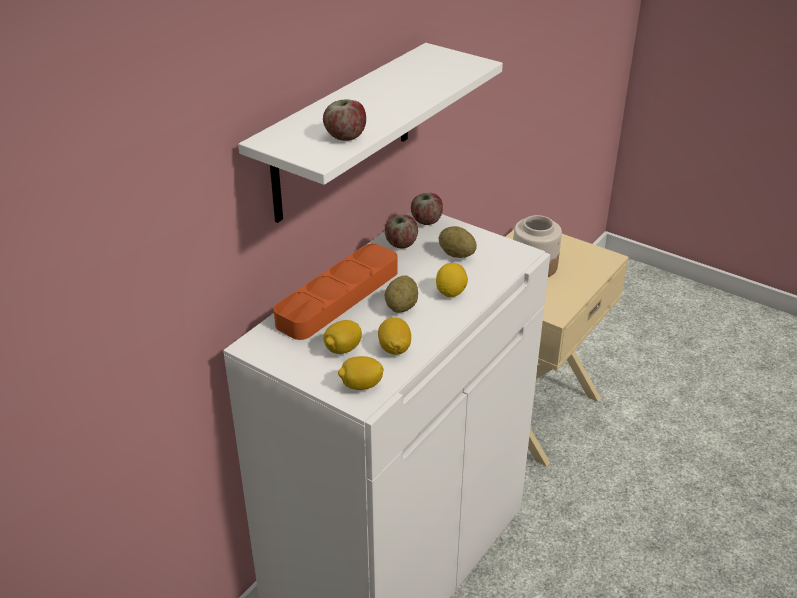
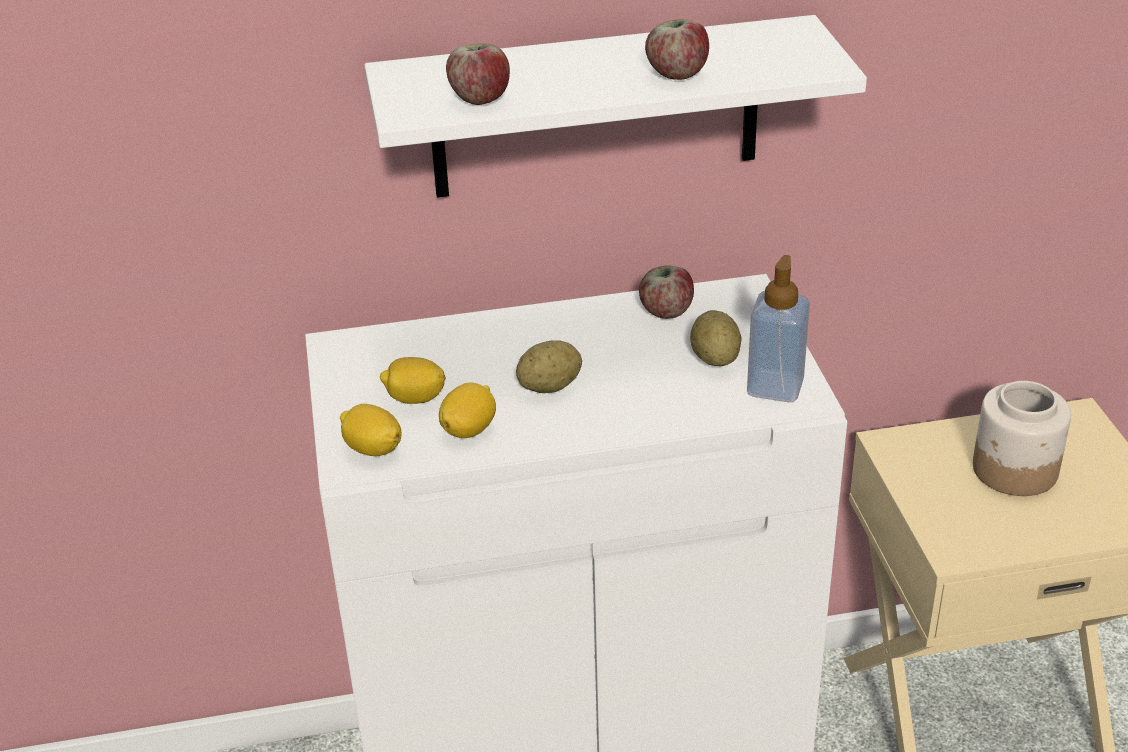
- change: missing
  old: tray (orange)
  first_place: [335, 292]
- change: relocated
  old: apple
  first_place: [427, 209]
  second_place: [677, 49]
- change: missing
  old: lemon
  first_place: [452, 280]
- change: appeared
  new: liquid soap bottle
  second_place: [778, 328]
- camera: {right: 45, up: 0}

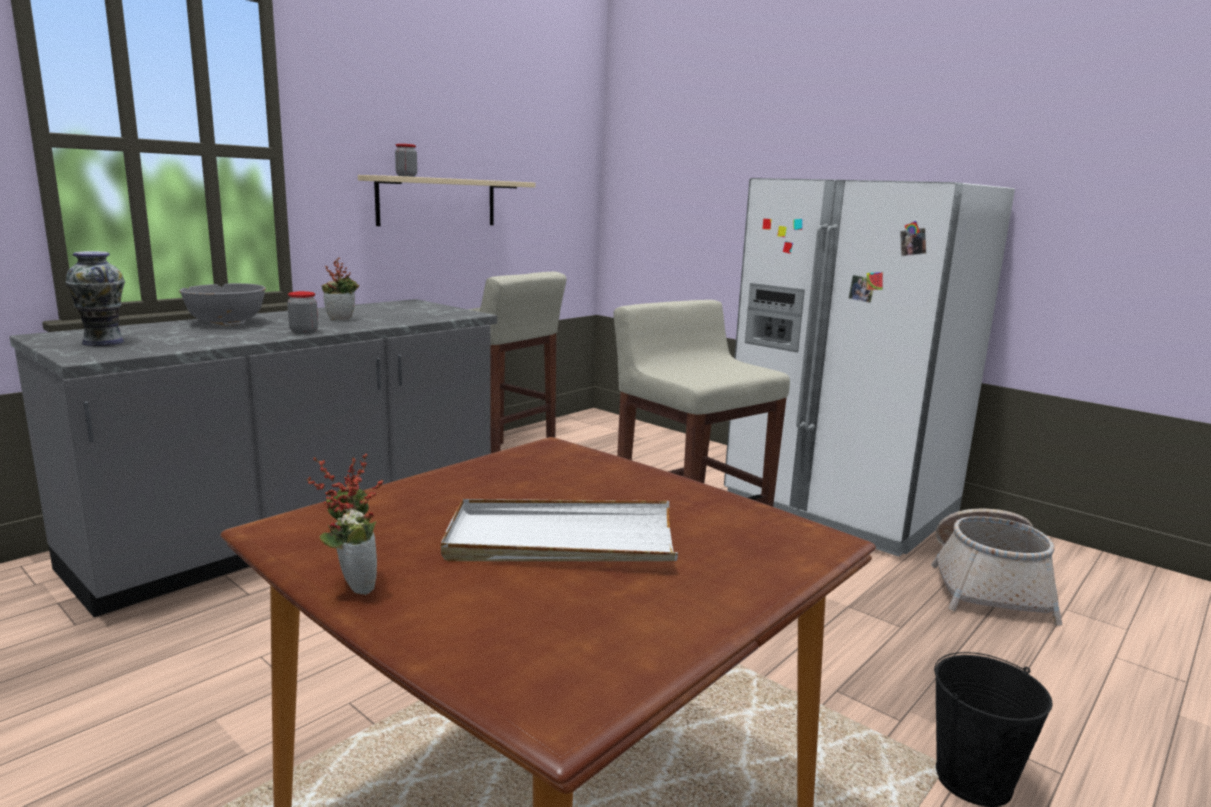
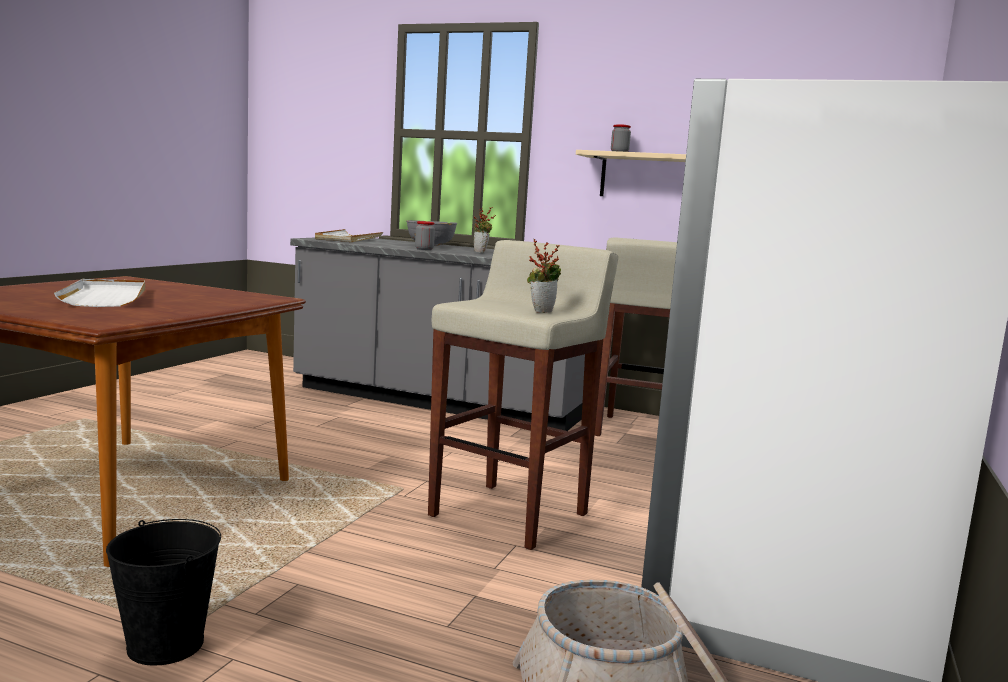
- change: exchanged
  old: vase
  new: tray (white)
  first_place: [95, 298]
  second_place: [349, 235]
- change: relocated
  old: plant in a pot
  first_place: [345, 524]
  second_place: [544, 276]
- camera: {right: 70, up: -5}

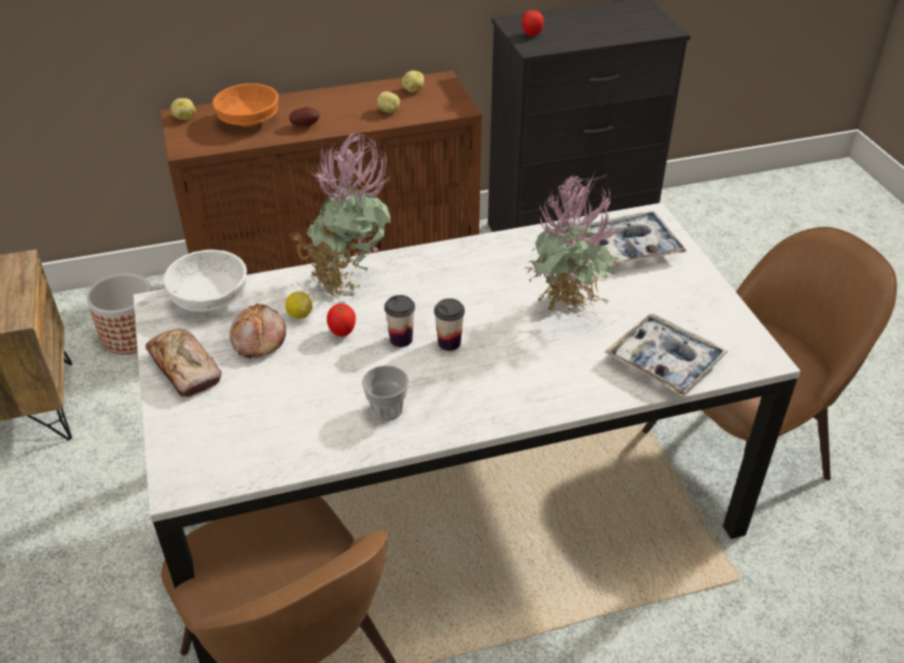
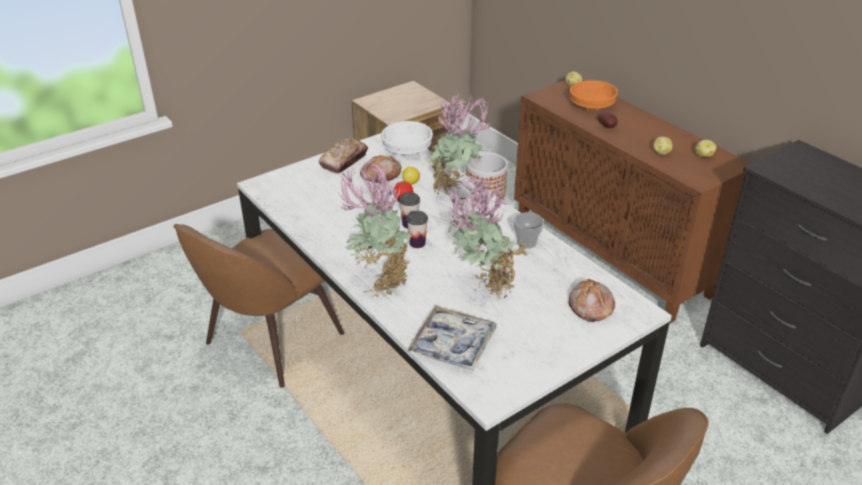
- change: relocated
  old: small cup
  first_place: [385, 393]
  second_place: [528, 230]
- change: missing
  old: tomato
  first_place: [533, 23]
- change: exchanged
  old: tray
  new: bakery bread
  first_place: [638, 238]
  second_place: [592, 300]
- change: appeared
  new: plant in a pot
  second_place: [375, 229]
- camera: {right: 70, up: -5}

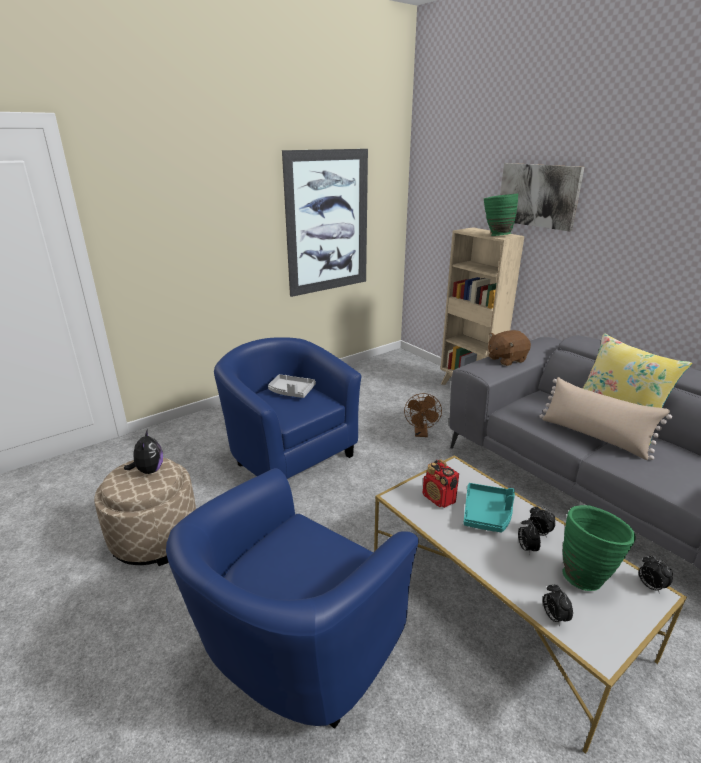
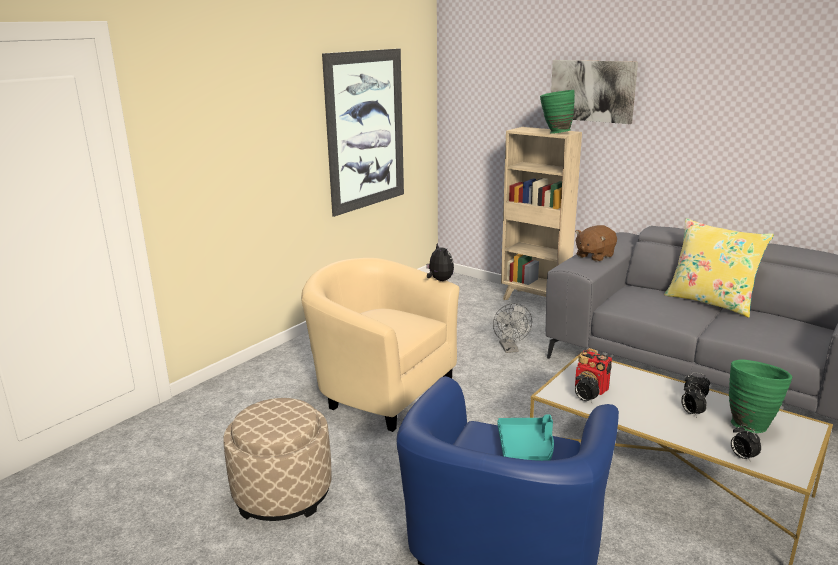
- change: relocated
  old: soft toy
  first_place: [143, 452]
  second_place: [440, 262]
- change: colour
  old: lounge chair (bluish)
  new: lounge chair (beige-coloured)
  first_place: [287, 408]
  second_place: [380, 345]
- change: missing
  old: tray (greyish)
  first_place: [292, 386]
- change: colour
  old: fan (brown-coloured)
  new: fan (greyish)
  first_place: [423, 415]
  second_place: [512, 328]
- change: relocated
  old: tray (blue-green)
  first_place: [489, 508]
  second_place: [526, 437]
- change: missing
  old: cushion (beige-coloured)
  first_place: [605, 418]
- change: relocated
  old: alarm clock
  first_place: [656, 574]
  second_place: [587, 387]
- camera: {right: -15, up: -5}

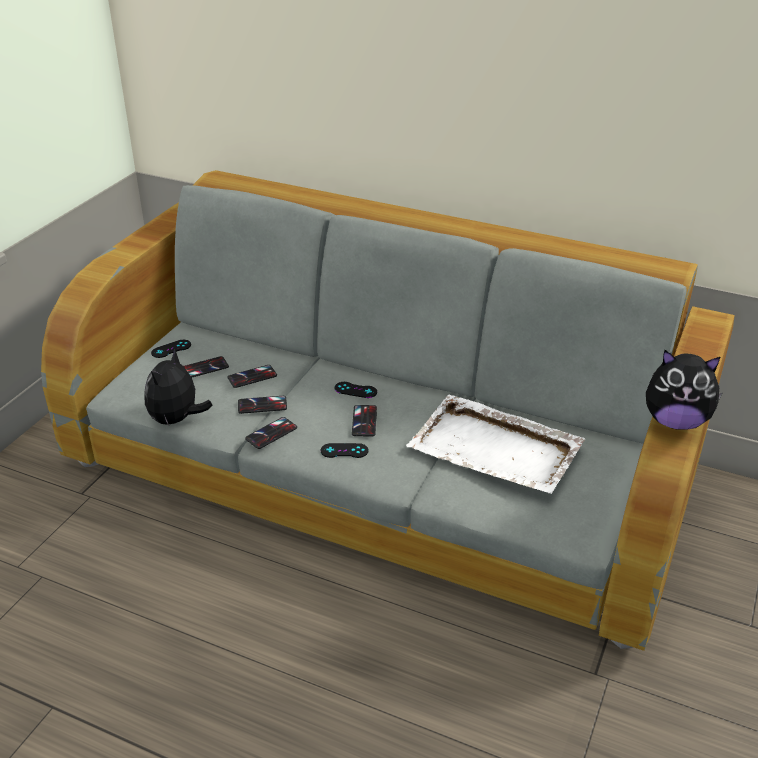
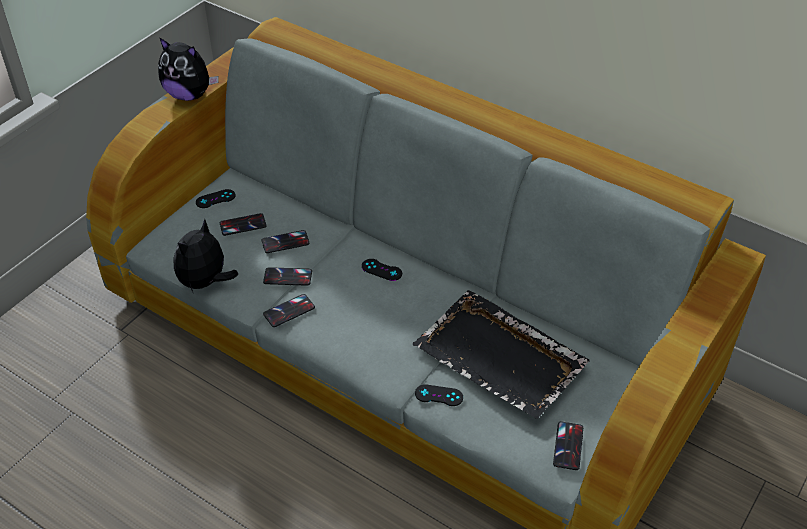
- change: relocated
  old: gamepad (black-coloured)
  first_place: [345, 450]
  second_place: [439, 395]
- change: relocated
  old: telephone
  first_place: [364, 421]
  second_place: [568, 445]
- change: colour
  old: tray (white)
  new: tray (black-coloured)
  first_place: [495, 444]
  second_place: [501, 354]
- change: relocated
  old: soft toy
  first_place: [684, 390]
  second_place: [188, 69]
- camera: {right: 10, up: 10}

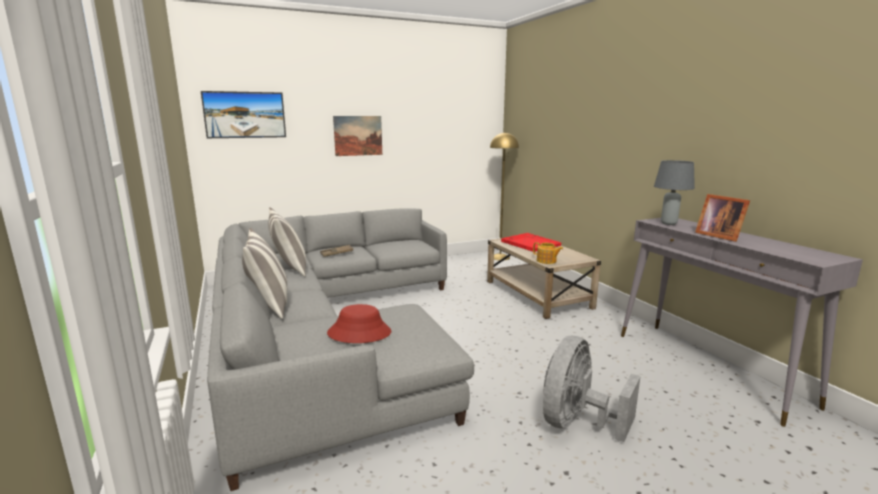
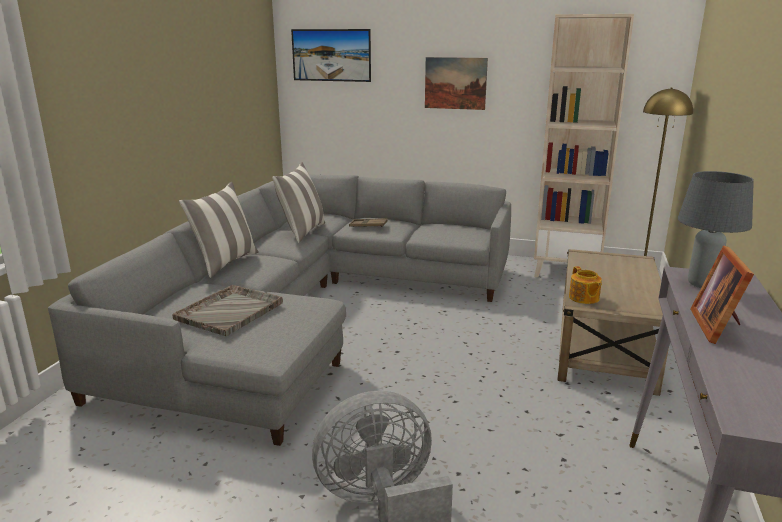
- change: exchanged
  old: clothing hat (red)
  new: tray (greyish)
  first_place: [359, 323]
  second_place: [228, 310]
- change: missing
  old: tray (red)
  first_place: [531, 242]
- change: appeared
  new: shelving unit (beige-coloured)
  second_place: [584, 145]
- camera: {right: 40, up: 5}

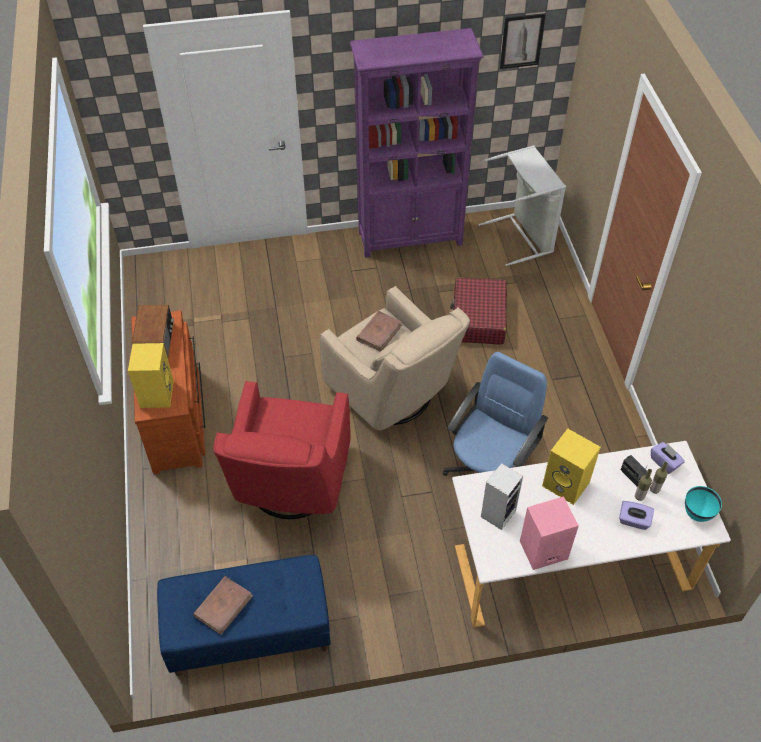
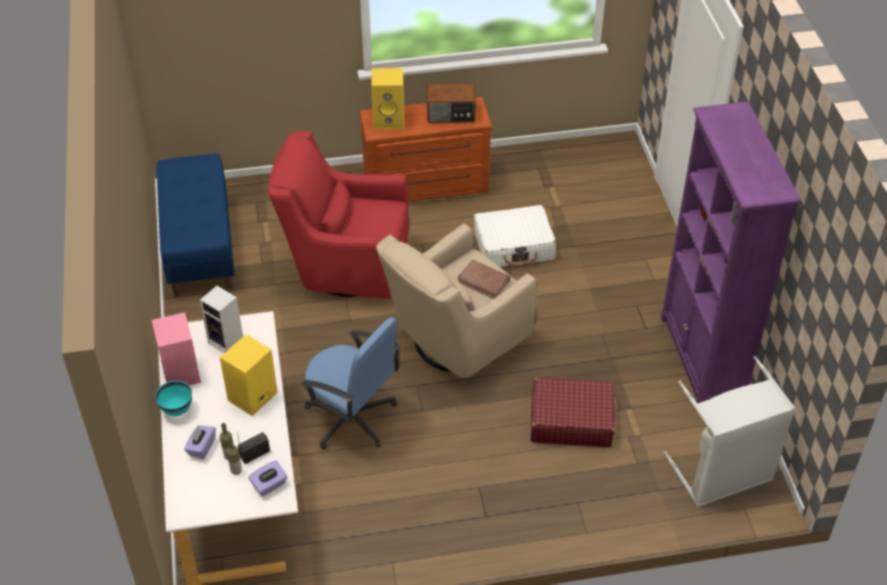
- change: missing
  old: volume (brown-coloured)
  first_place: [223, 605]
- change: missing
  old: picture
  first_place: [523, 41]
- change: relocated
  old: deep dish (blue-green)
  first_place: [703, 504]
  second_place: [173, 398]
- change: appeared
  new: suitcase (white)
  second_place: [515, 236]
- camera: {right: 90, up: -5}

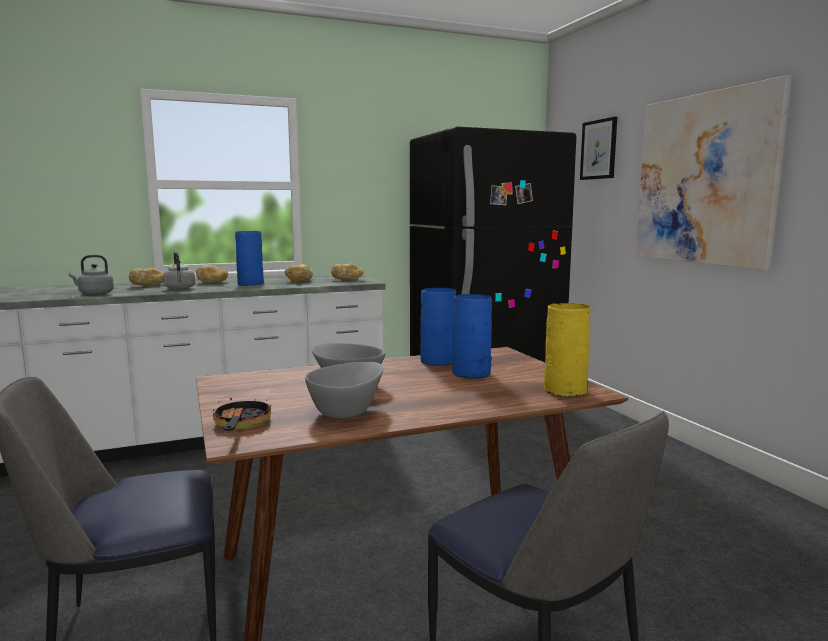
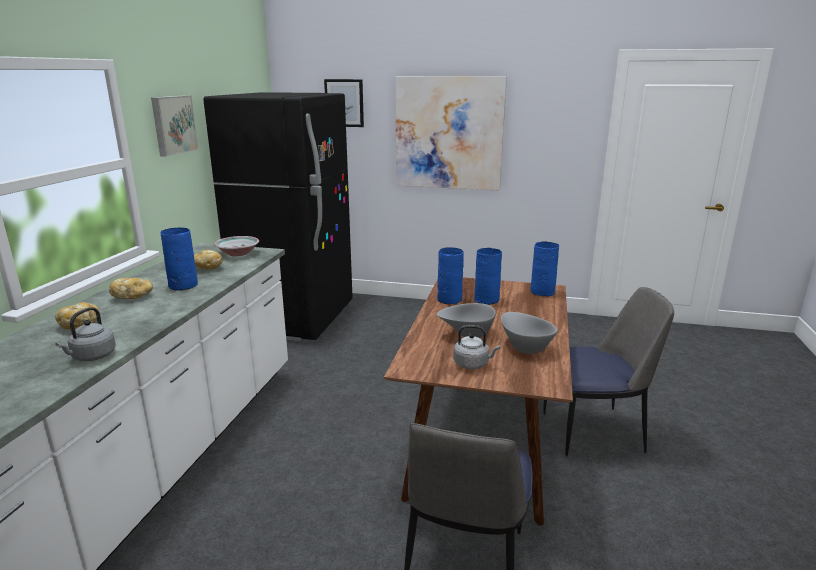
- change: relocated
  old: kettle (greyish)
  first_place: [179, 271]
  second_place: [476, 347]
- change: missing
  old: skillet
  first_place: [242, 414]
- change: exchanged
  old: bakery bread
  new: deep dish
  first_place: [347, 272]
  second_place: [236, 246]
- change: colour
  old: vase (yellowish)
  new: vase (bluish)
  first_place: [567, 350]
  second_place: [545, 269]
- change: appeared
  new: picture
  second_place: [174, 126]
- camera: {right: -55, up: 10}

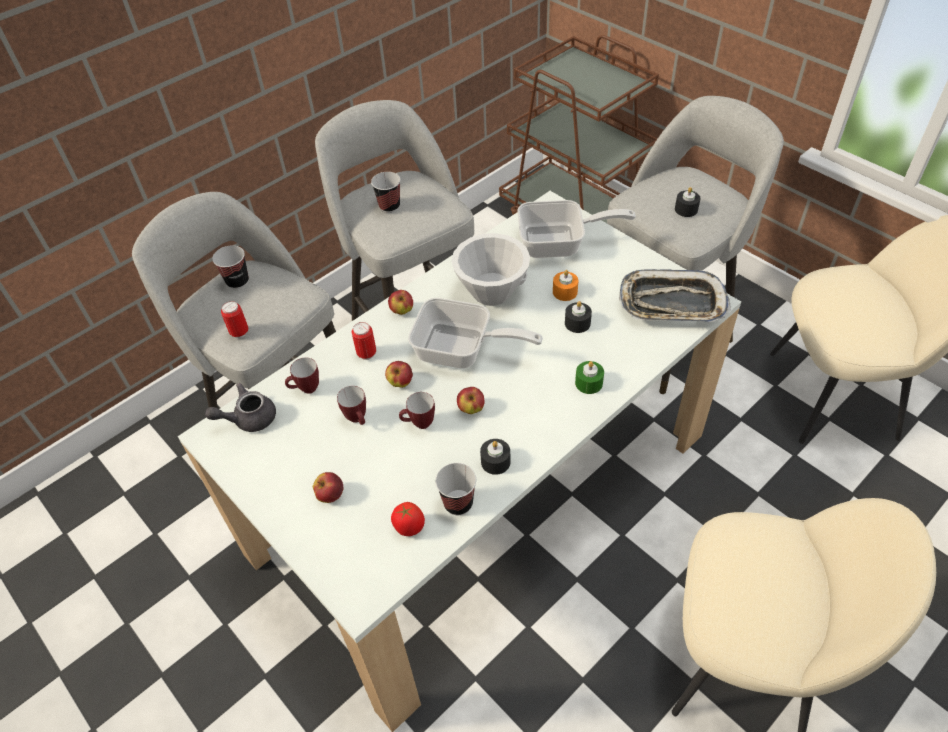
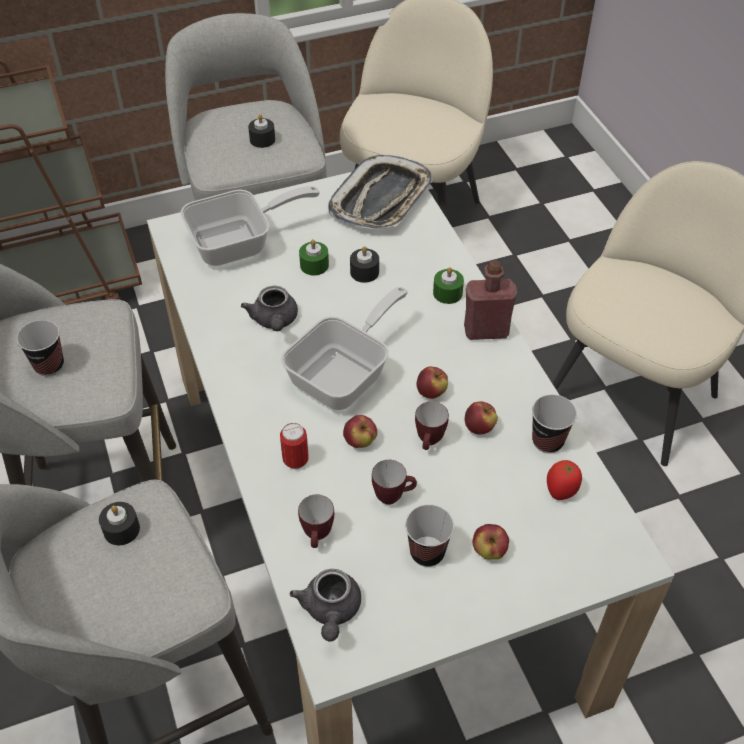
- change: relocated
  old: small cup
  first_place: [230, 267]
  second_place: [429, 535]
- change: missing
  old: can
  first_place: [234, 319]
- change: relocated
  old: apple
  first_place: [400, 302]
  second_place: [481, 417]
- change: exchanged
  old: deep dish (white)
  new: teapot (greyish)
  first_place: [490, 269]
  second_place: [269, 308]
- change: relocated
  old: wax light (black-coloured)
  first_place: [495, 457]
  second_place: [119, 523]
- change: spun
  old: skillet
  first_place: [576, 229]
  second_place: [250, 226]
  degrees: 45
- change: colour
  old: wax light (orange)
  new: wax light (greenish)
  first_place: [565, 285]
  second_place: [314, 257]
- change: appeared
  new: beverage bottle (red)
  second_place: [490, 300]
- camera: {right: -70, up: 0}

